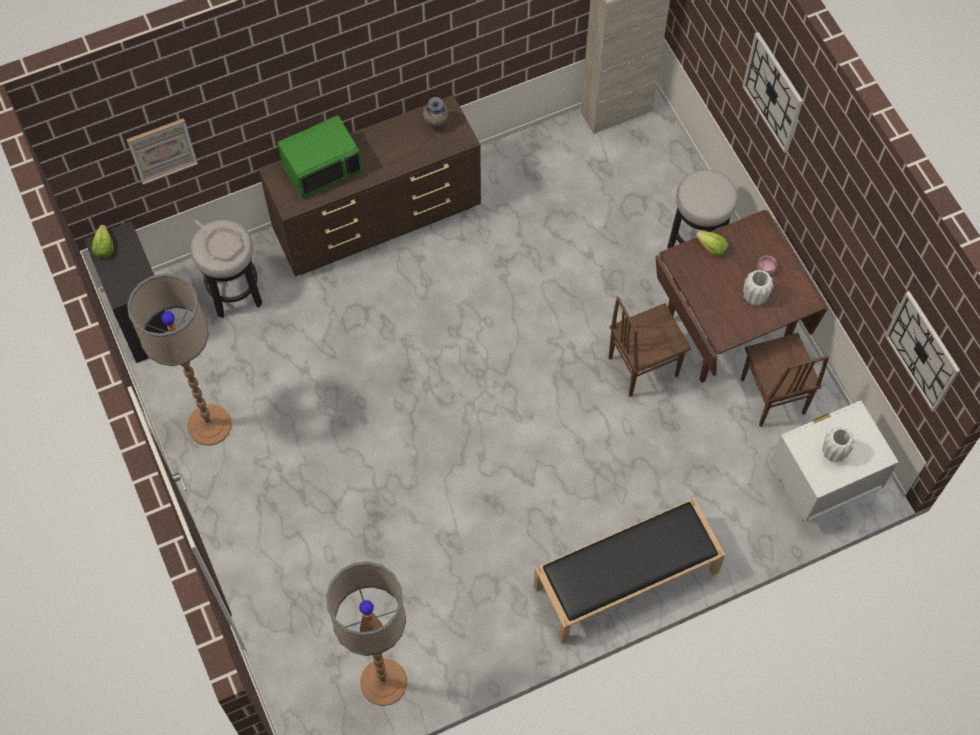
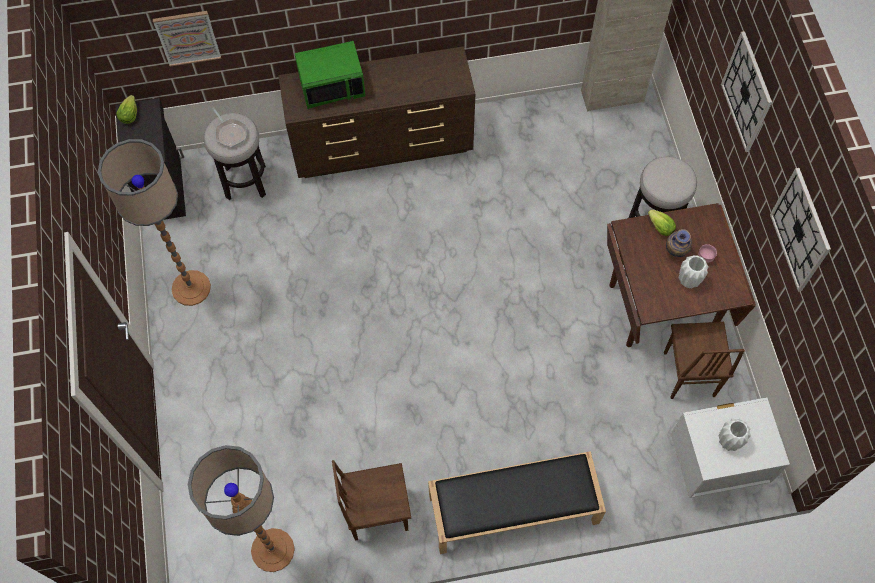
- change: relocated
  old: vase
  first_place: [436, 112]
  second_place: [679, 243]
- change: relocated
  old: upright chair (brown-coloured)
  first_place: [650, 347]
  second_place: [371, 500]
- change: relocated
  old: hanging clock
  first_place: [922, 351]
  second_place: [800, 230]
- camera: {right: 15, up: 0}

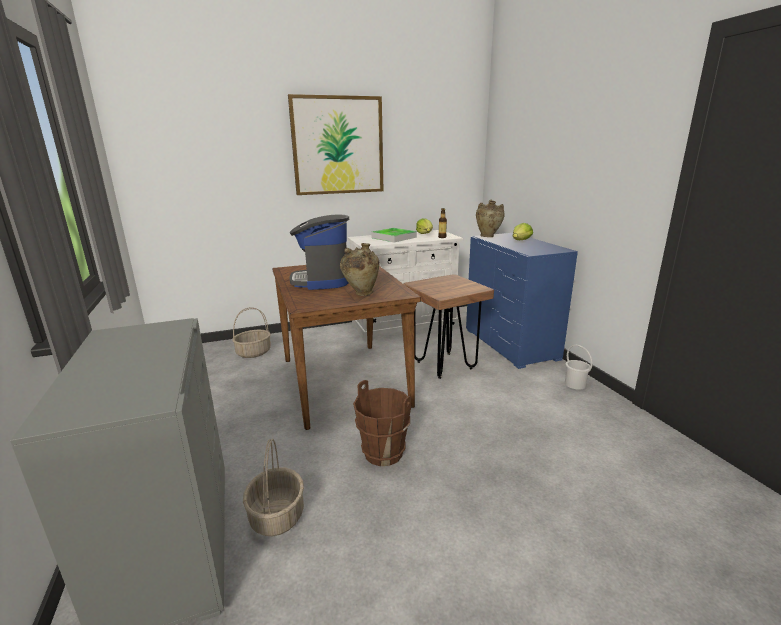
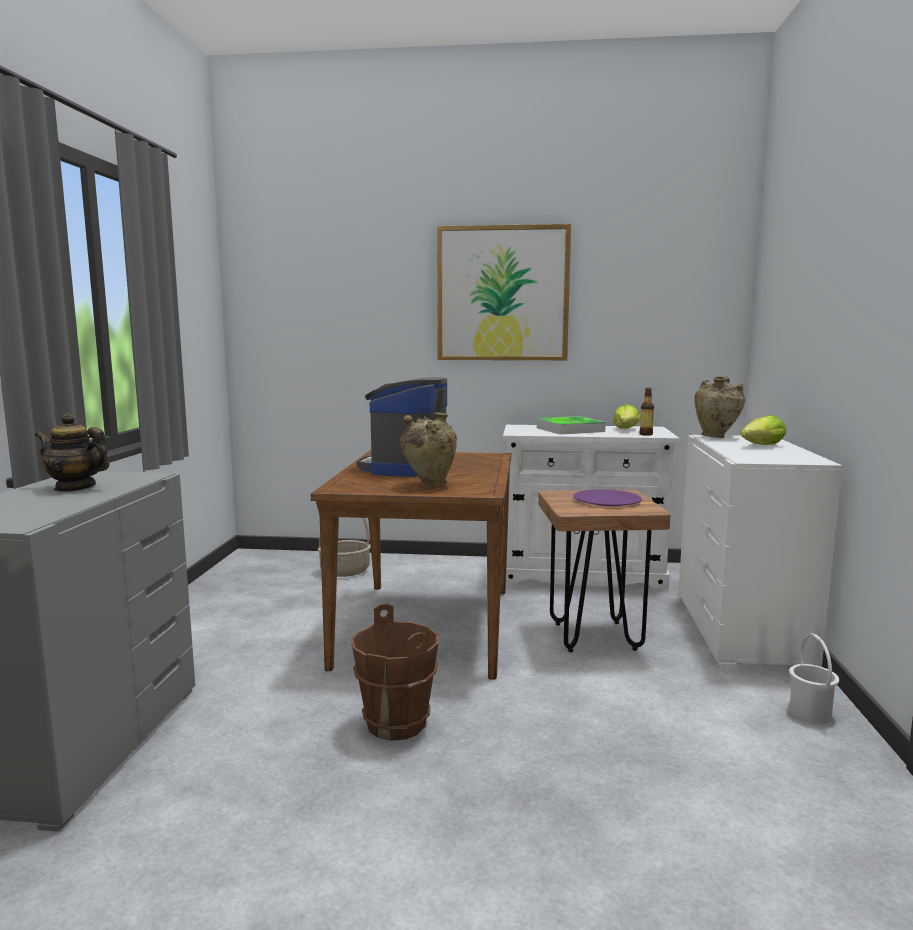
- change: missing
  old: household basket
  first_place: [273, 487]
- change: colour
  old: drawer chest (bluish)
  new: drawer chest (white)
  first_place: [522, 301]
  second_place: [761, 551]
- change: appeared
  new: teapot
  second_place: [72, 452]
- change: appeared
  new: flat dish (purple)
  second_place: [607, 497]
- camera: {right: 25, up: -10}

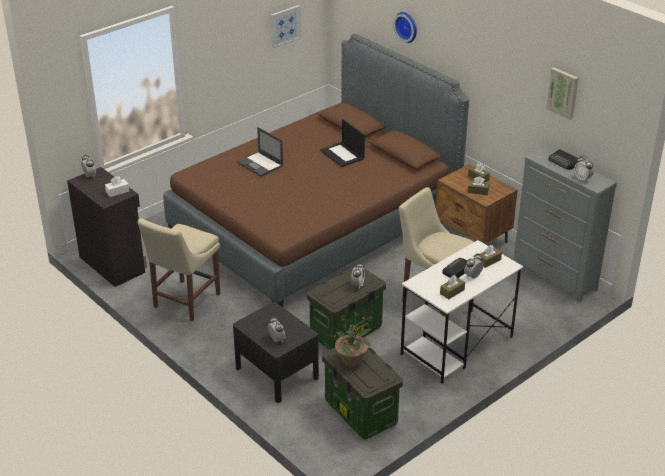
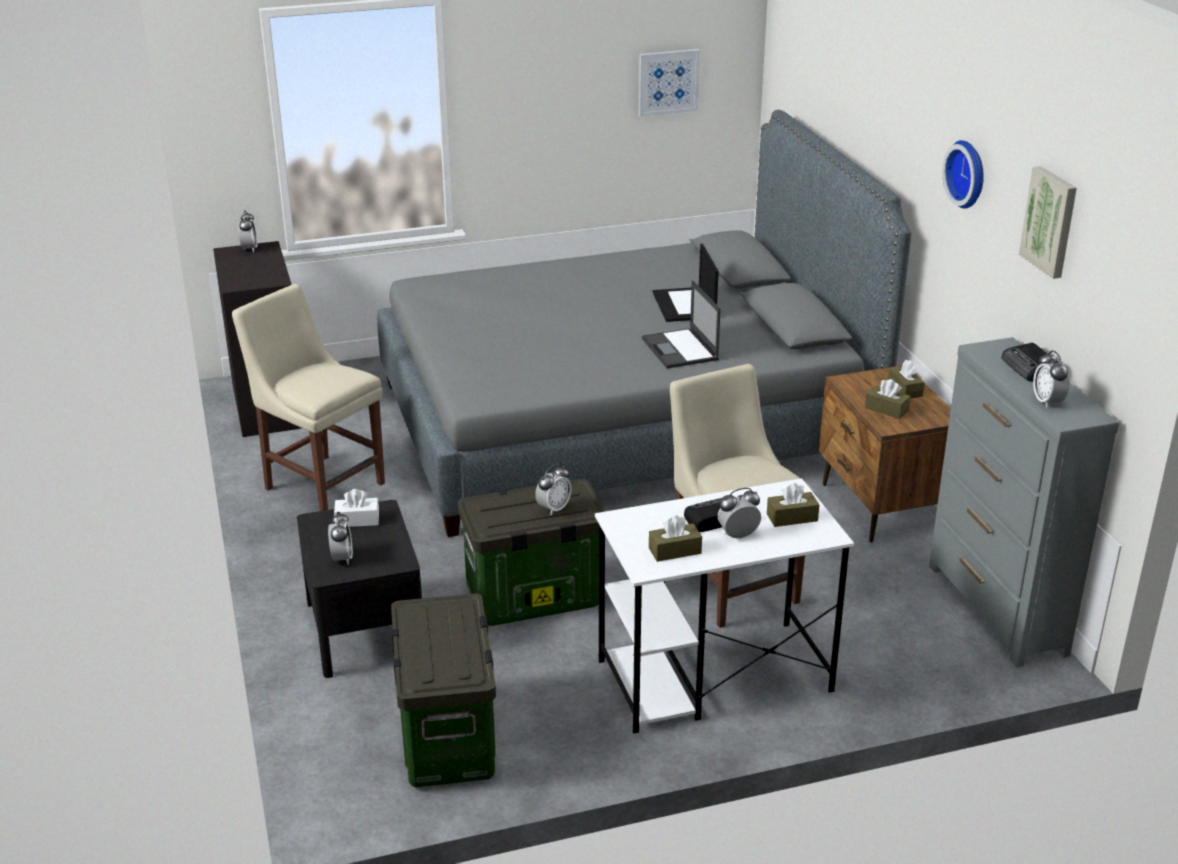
- change: relocated
  old: tissue holder (white)
  first_place: [117, 186]
  second_place: [356, 508]
- change: spun
  old: upright chair (beige-coloured)
  first_place: [179, 269]
  second_place: [308, 397]
  degrees: 75
- change: colour
  old: bedroom bed (brown-coloured)
  new: bedroom bed (greyish)
  first_place: [316, 170]
  second_place: [644, 323]
- change: relocated
  old: laptop
  first_place: [260, 152]
  second_place: [681, 324]
- change: missing
  old: plant in a pot
  first_place: [352, 339]
- change: relocated
  old: hanging clock
  first_place: [405, 27]
  second_place: [963, 174]
- camera: {right: 25, up: -5}

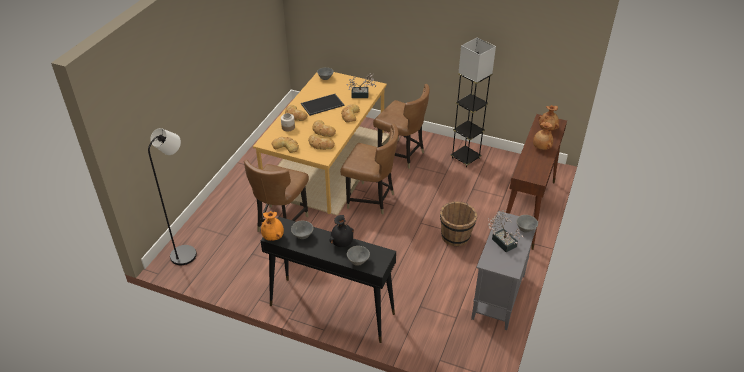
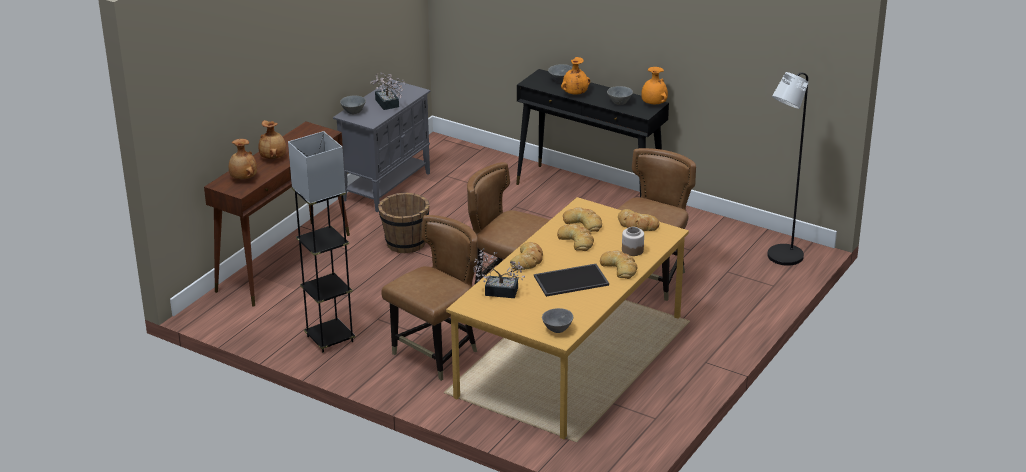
- change: colour
  old: vase (black-coloured)
  new: vase (orange)
  first_place: [341, 231]
  second_place: [575, 75]
- change: spun
  old: upright chair (brown-coloured)
  first_place: [401, 126]
  second_place: [429, 298]
  degrees: 90
- camera: {right: -170, up: -10}

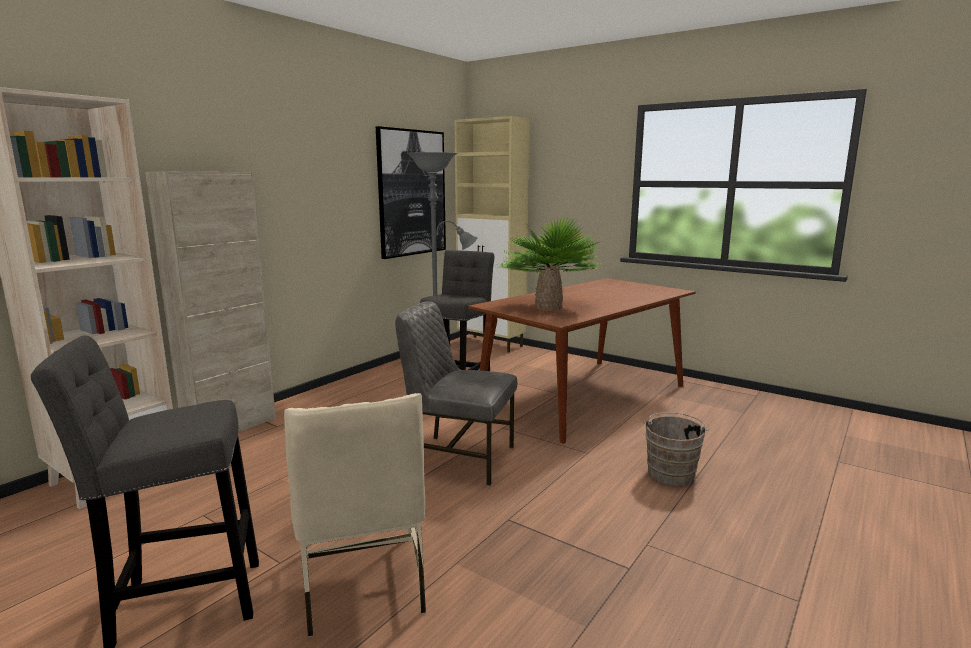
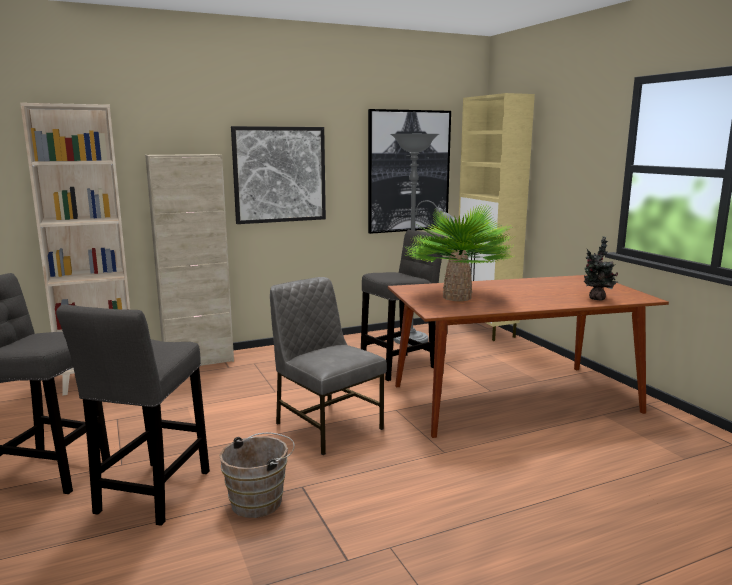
- change: exchanged
  old: upright chair (beige-coloured)
  new: stool seat (greyish)
  first_place: [355, 515]
  second_place: [133, 415]
- change: relocated
  old: pail (brown-coloured)
  first_place: [676, 449]
  second_place: [257, 475]
- change: appeared
  new: picture
  second_place: [278, 175]
- change: appeared
  new: plant in a pot
  second_place: [601, 268]
- camera: {right: 30, up: 0}

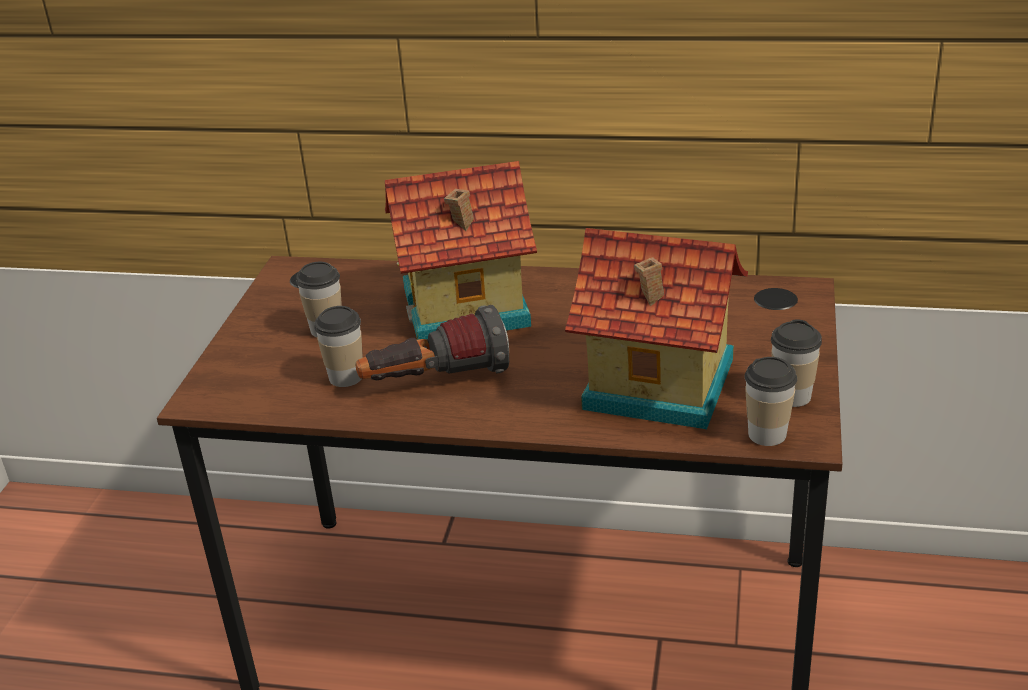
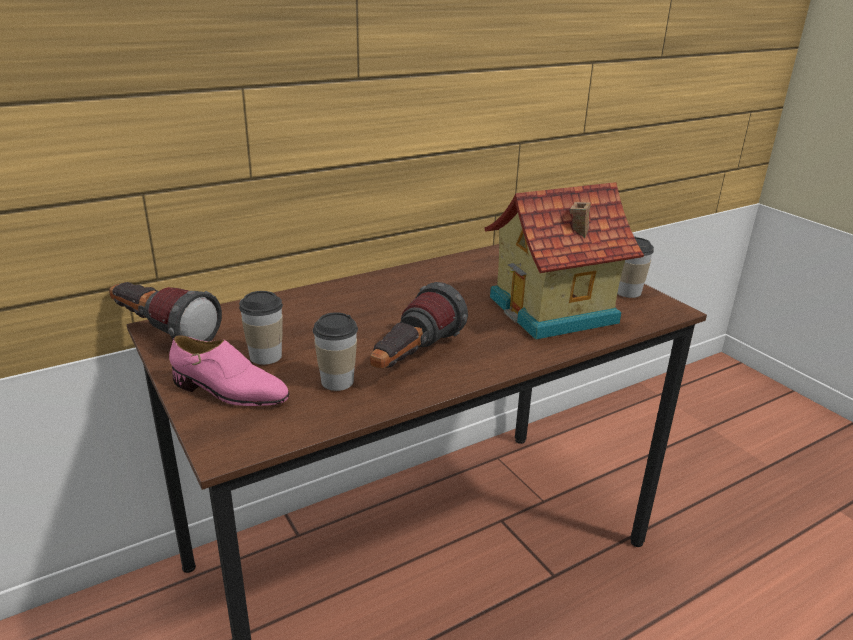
- change: missing
  old: model house
  first_place: [461, 250]
- change: missing
  old: small cup
  first_place: [771, 401]
- change: appeared
  new: flashlight
  second_place: [165, 311]
- change: appeared
  new: shoe (pink)
  second_place: [229, 370]
- camera: {right: -45, up: -5}

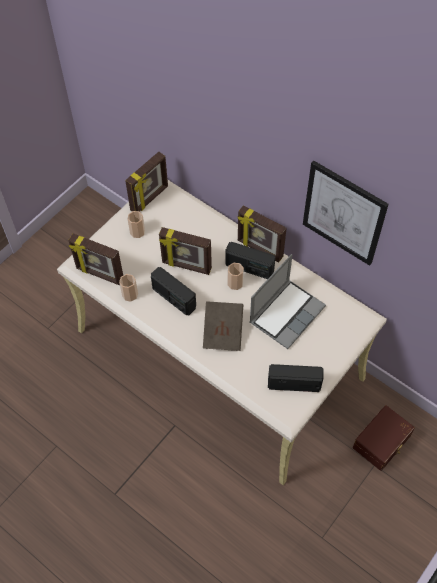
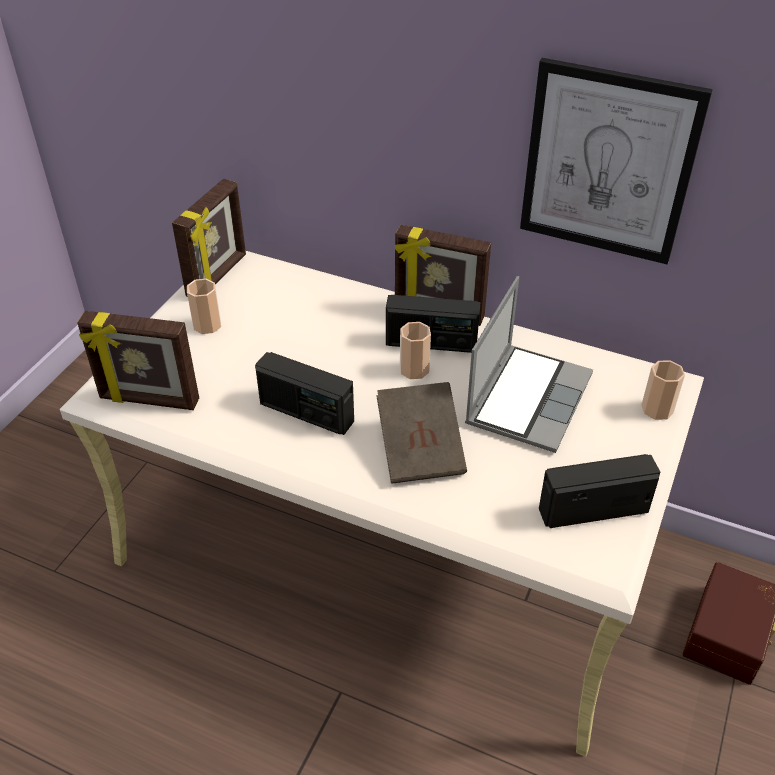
- change: relocated
  old: small cup
  first_place: [128, 288]
  second_place: [663, 390]
- change: missing
  old: photo frame
  first_place: [185, 251]
- camera: {right: -15, up: -15}

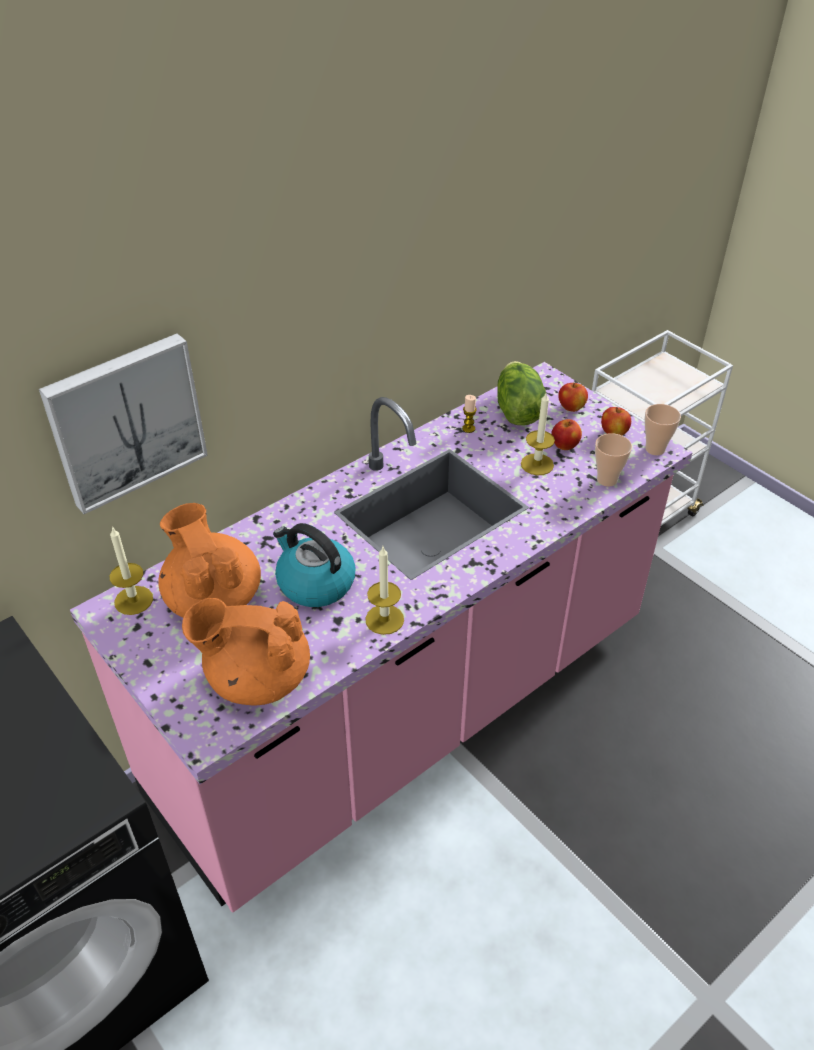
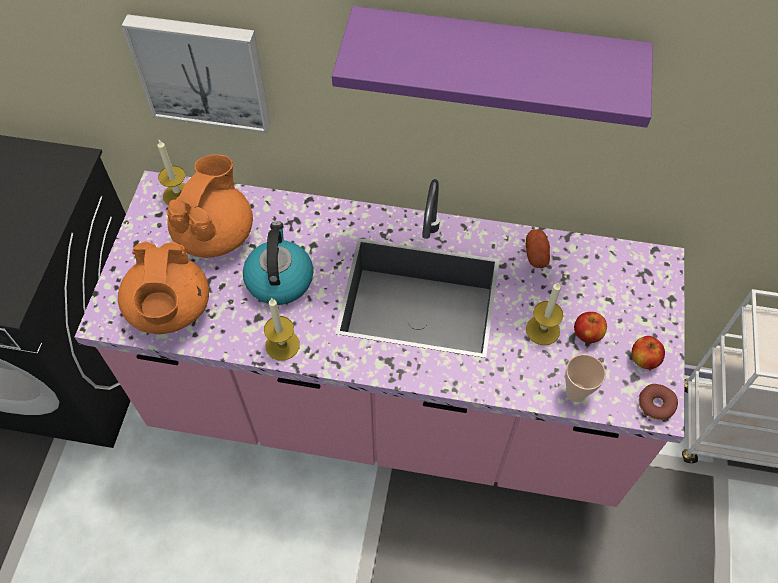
- change: spun
  old: teapot (orange)
  first_place: [246, 652]
  second_place: [163, 287]
  degrees: -150
- change: exchanged
  old: wax light
  new: spud
  first_place: [469, 414]
  second_place: [538, 248]
- change: missing
  old: lettuce head
  first_place: [521, 393]
- change: missing
  old: apple
  first_place: [573, 397]
- change: exchanged
  old: small cup
  new: donut
  first_place: [663, 429]
  second_place: [658, 402]
- change: appeared
  new: bracket shelf (purple)
  second_place: [492, 66]
- camera: {right: 50, up: 15}

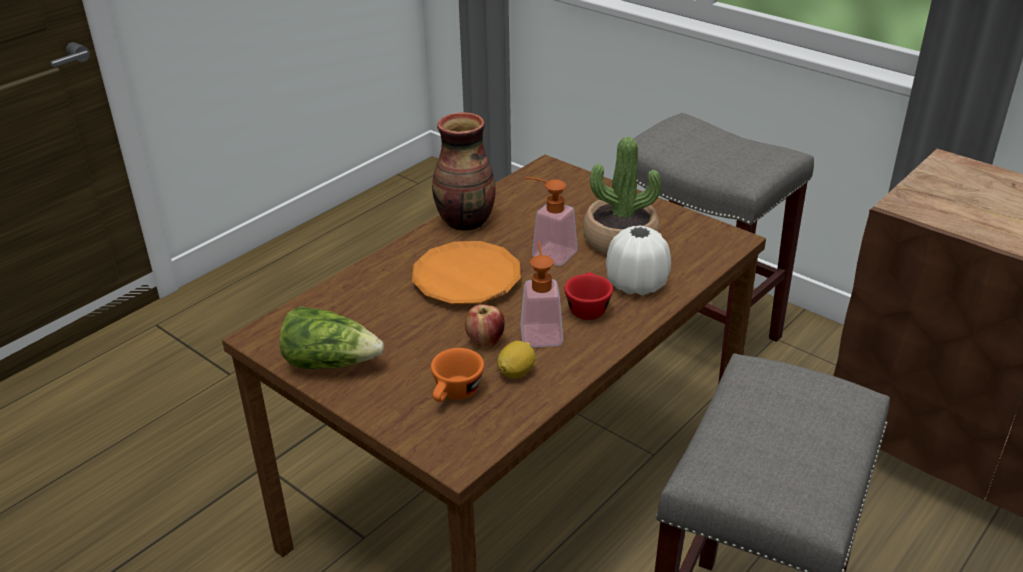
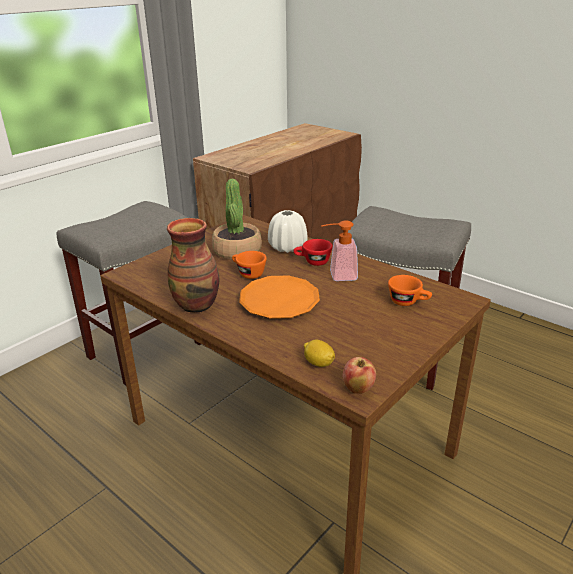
- change: missing
  old: lettuce head
  first_place: [332, 337]
- change: relocated
  old: apple
  first_place: [485, 325]
  second_place: [359, 375]
- change: relocated
  old: lemon
  first_place: [516, 360]
  second_place: [319, 353]
- change: exchanged
  old: liquid soap bottle
  new: small cup (orange)
  first_place: [551, 221]
  second_place: [249, 265]
- camera: {right: -90, up: -5}

